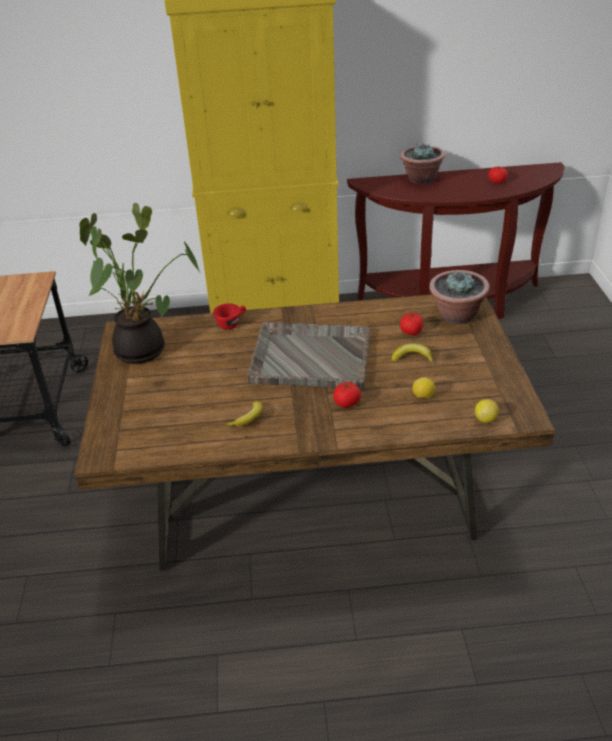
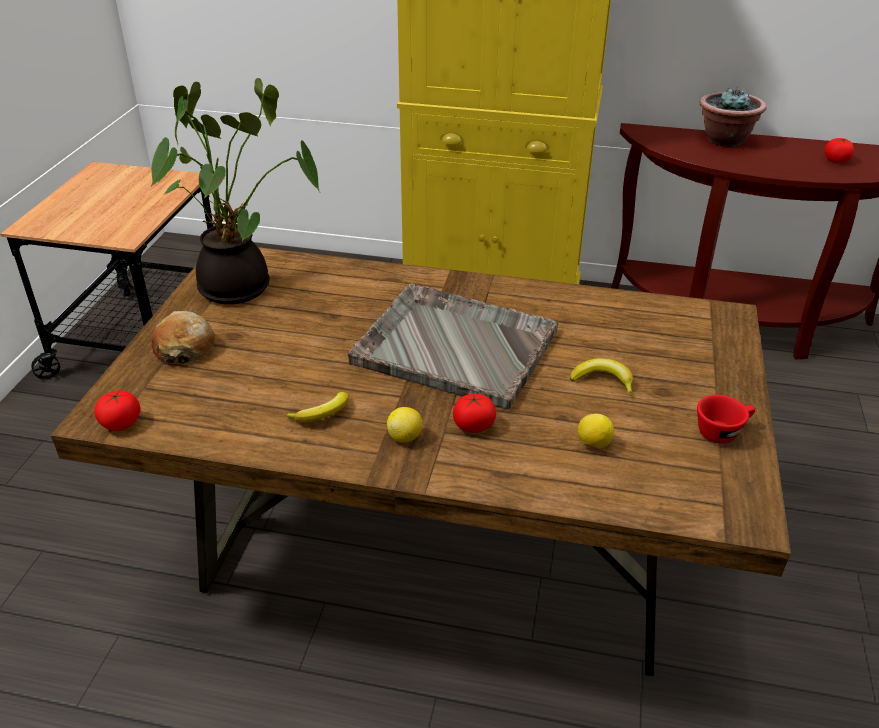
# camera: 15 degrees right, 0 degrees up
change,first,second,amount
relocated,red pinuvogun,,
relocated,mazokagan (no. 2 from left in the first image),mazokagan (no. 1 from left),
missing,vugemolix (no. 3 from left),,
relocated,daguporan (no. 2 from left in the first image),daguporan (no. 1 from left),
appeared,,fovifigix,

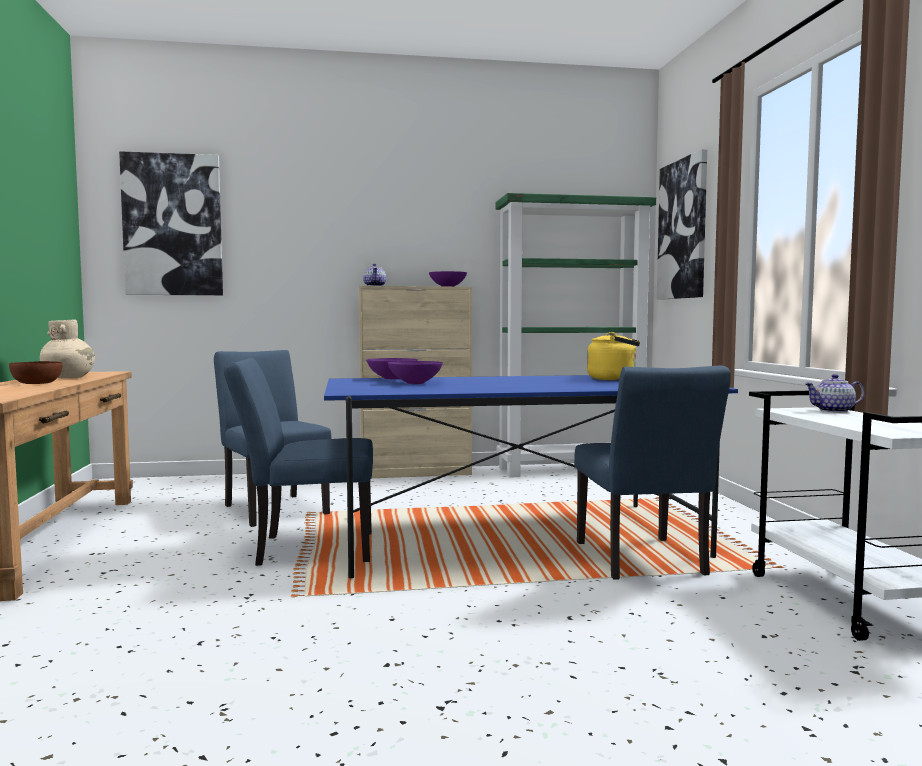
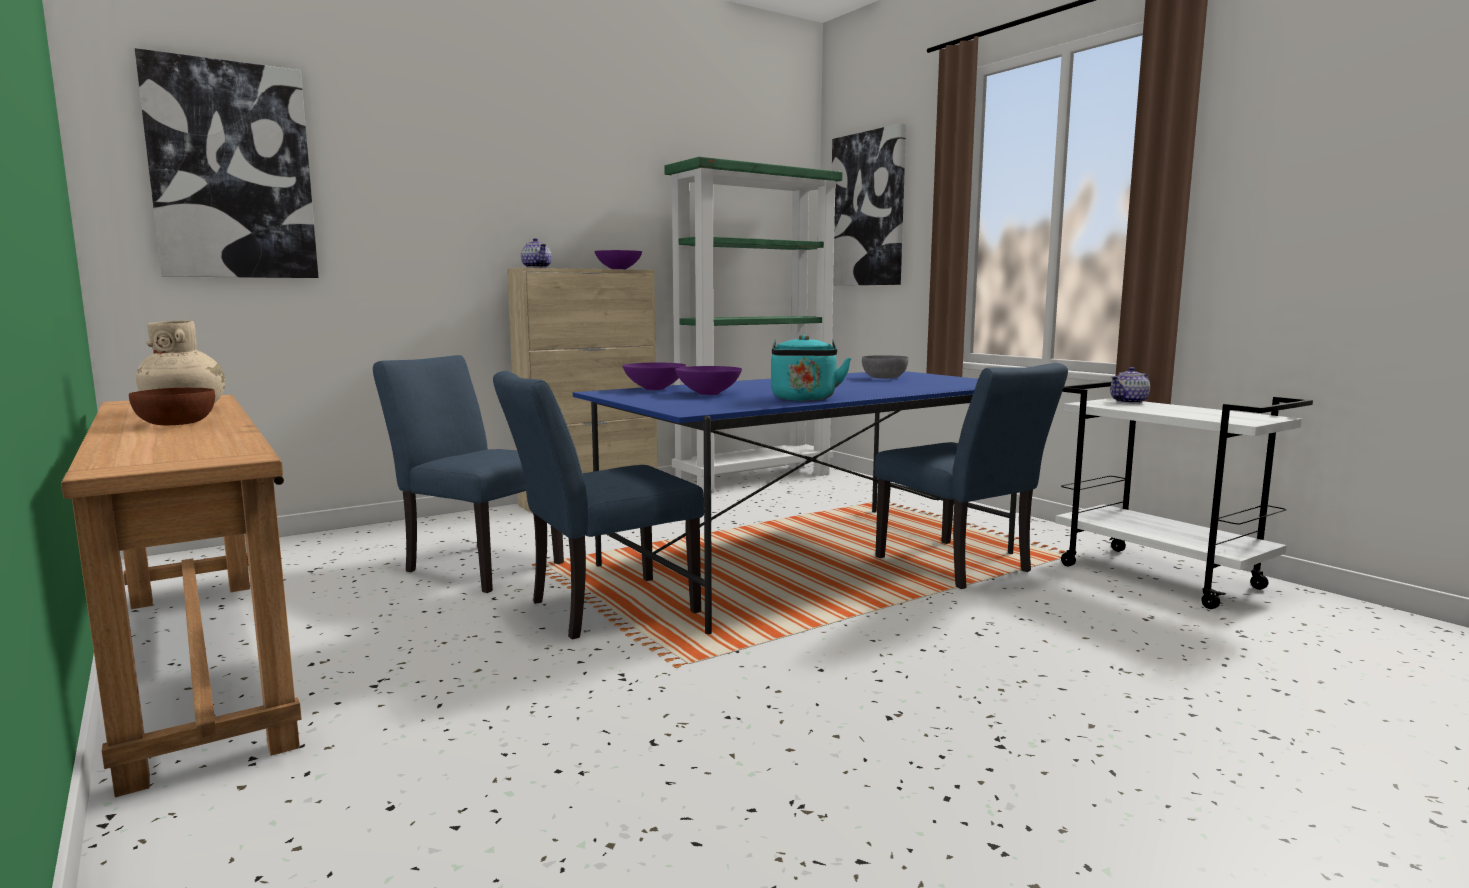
# camera: 25 degrees left, 5 degrees up
change,first,second,amount
exchanged,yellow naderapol,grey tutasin,
appeared,,turquoise naderapol,

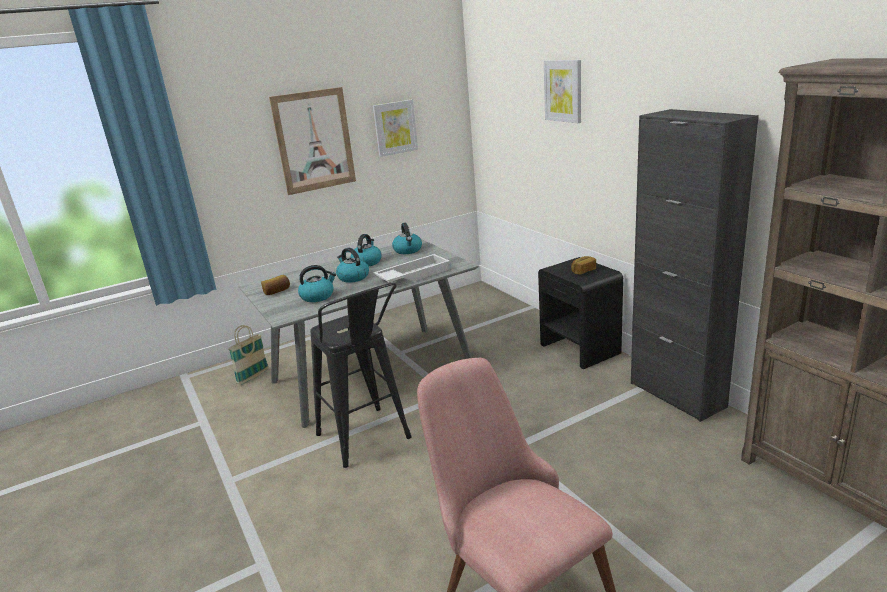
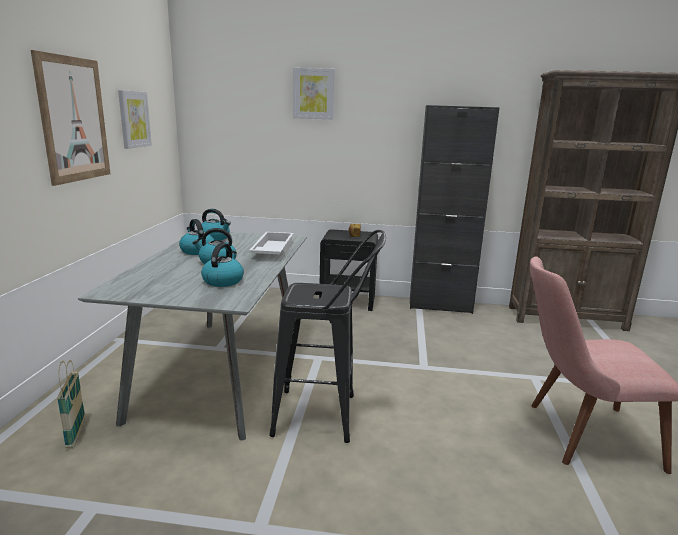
# camera: 55 degrees left, 5 degrees down
change,first,second,amount
missing,fovifigix (no. 1 from left),,

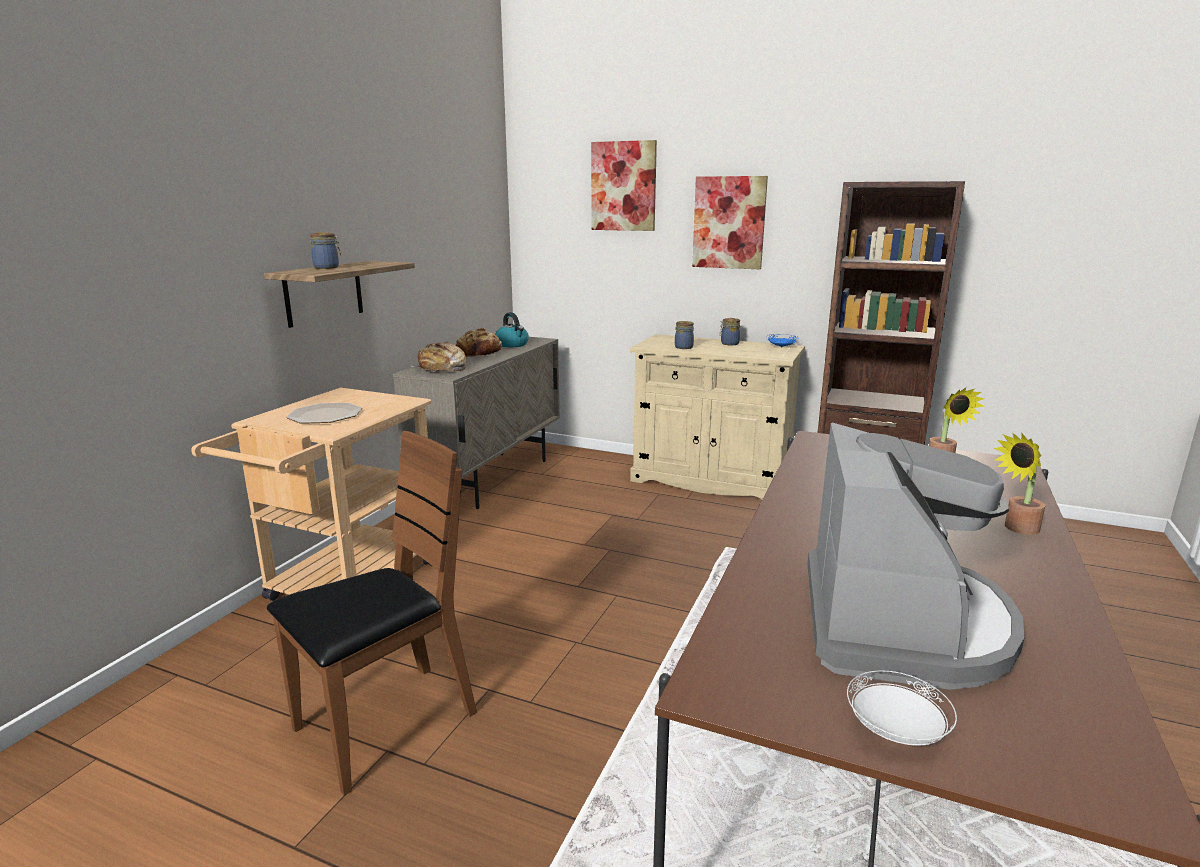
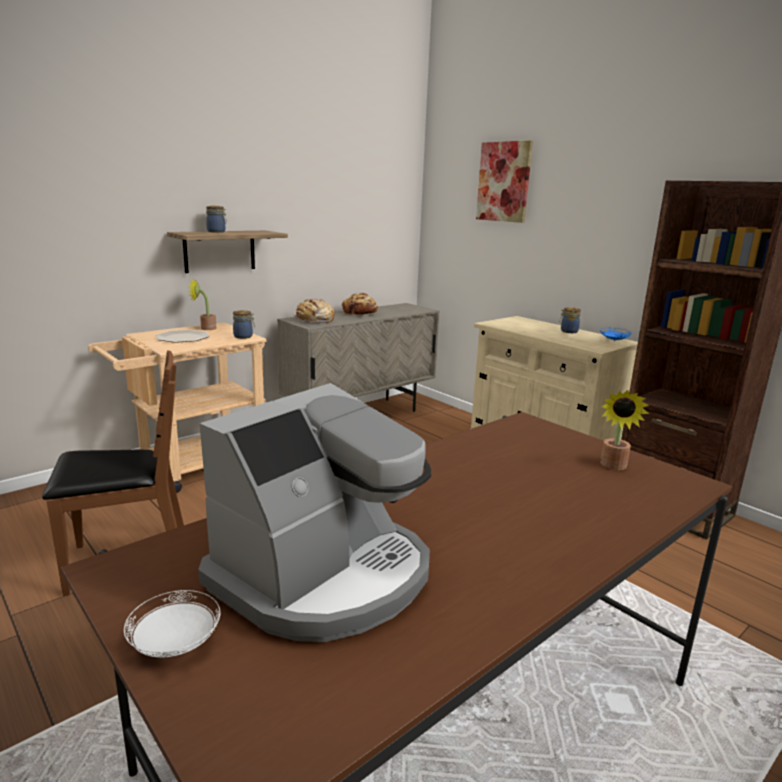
# camera: 25 degrees right, 0 degrees up
change,first,second,amount
missing,naderapol,,
relocated,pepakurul (no. 2 from left),,
missing,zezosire (no. 2 from left),,
relocated,vugemolix (no. 2 from left in the first image),vugemolix (no. 1 from left),

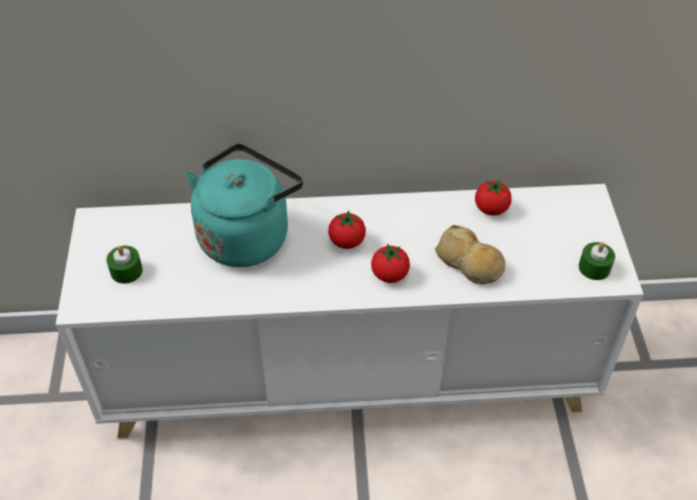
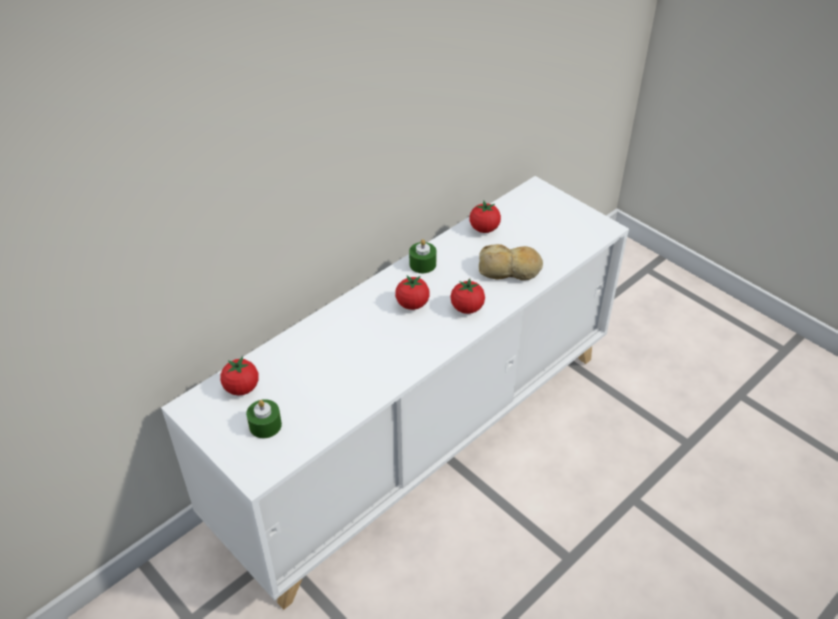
# camera: 40 degrees left, 5 degrees down
change,first,second,amount
missing,turquoise naderapol,,
relocated,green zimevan (no. 2 from left),,
appeared,,mazokagan (no. 1 from left),

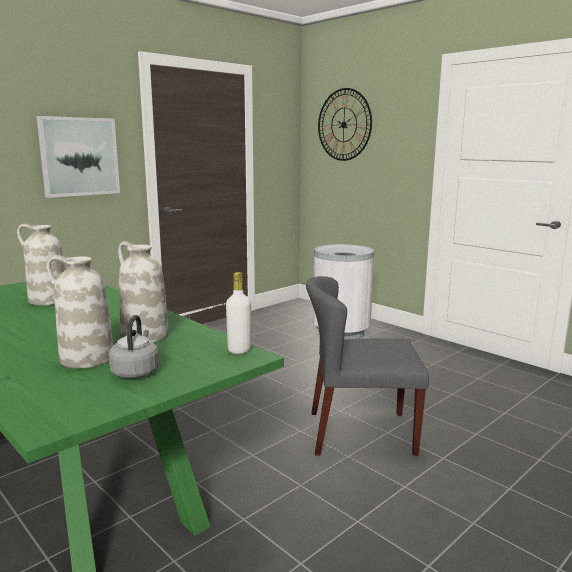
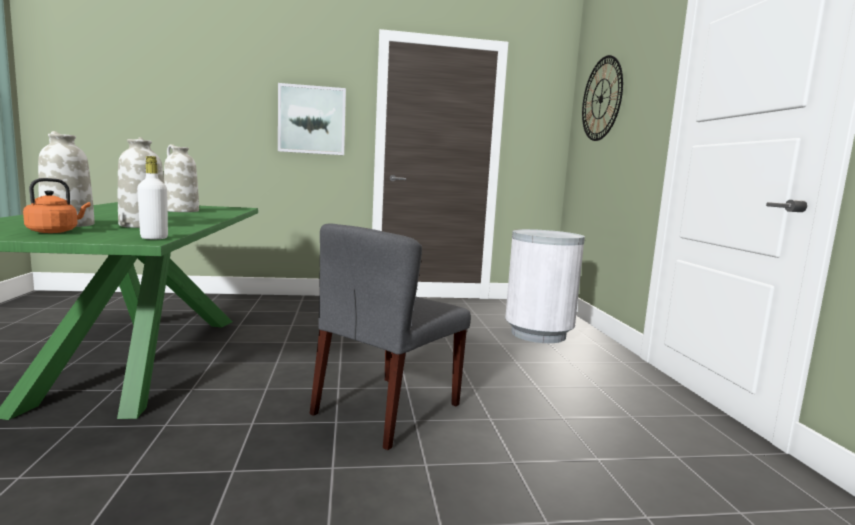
# camera: 35 degrees right, 5 degrees down
change,first,second,amount
colour,grey naderapol,orange naderapol,
spun,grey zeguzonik,,90 degrees counterclockwise

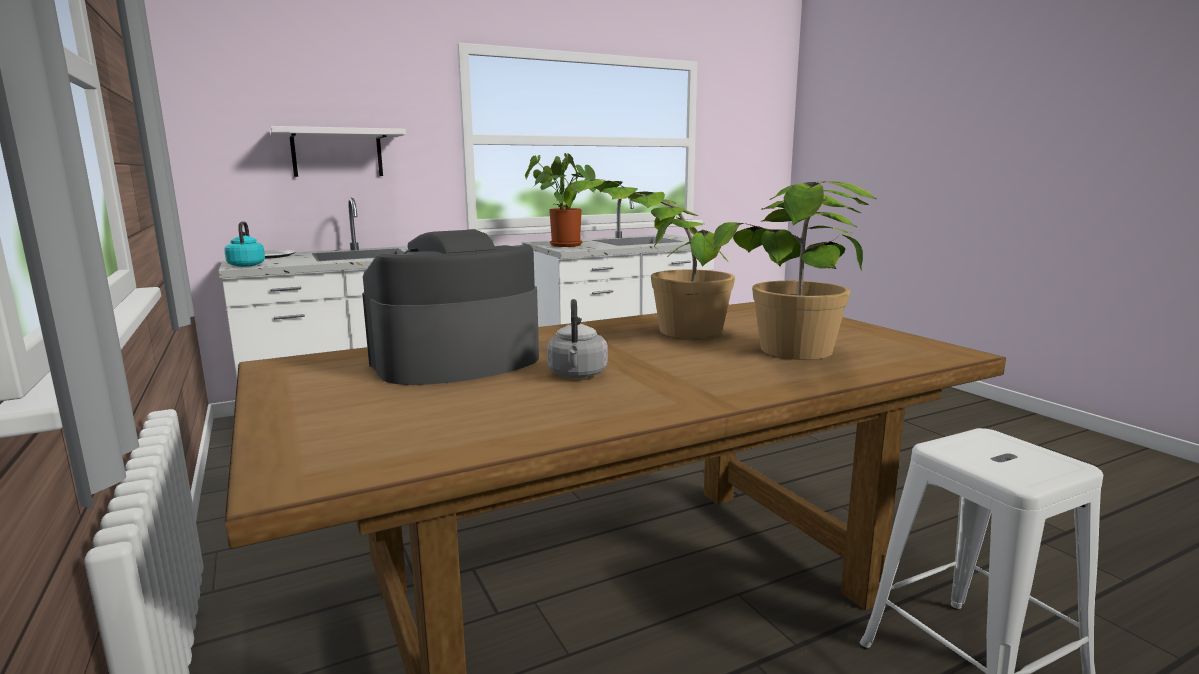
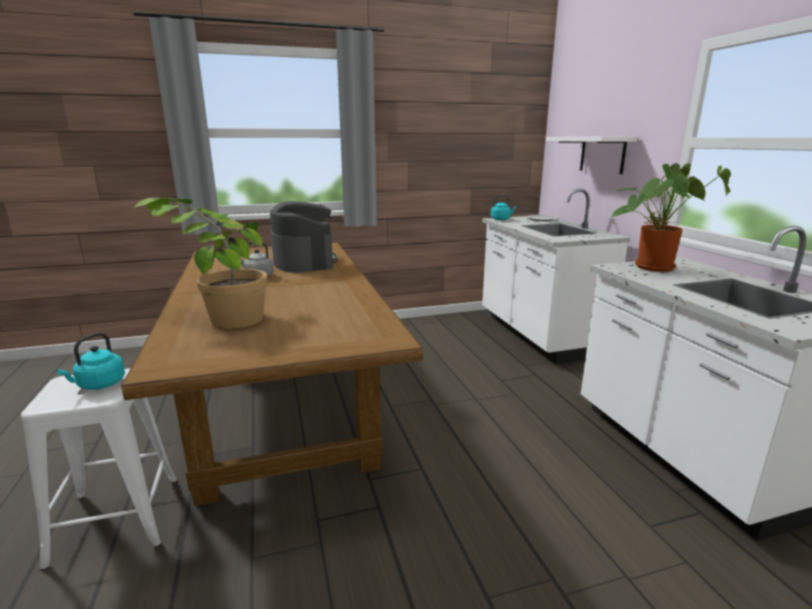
# camera: 100 degrees right, 5 degrees up
change,first,second,amount
missing,vugemolix (no. 2 from left),,
appeared,,turquoise naderapol (no. 1 from left),

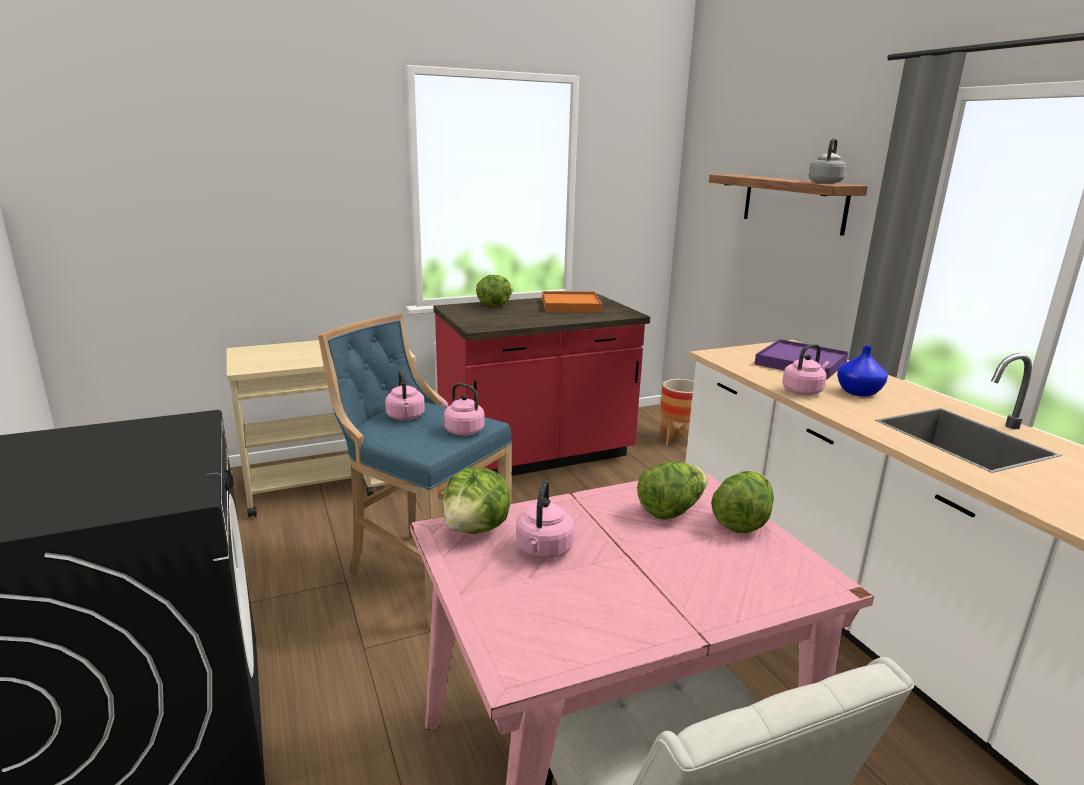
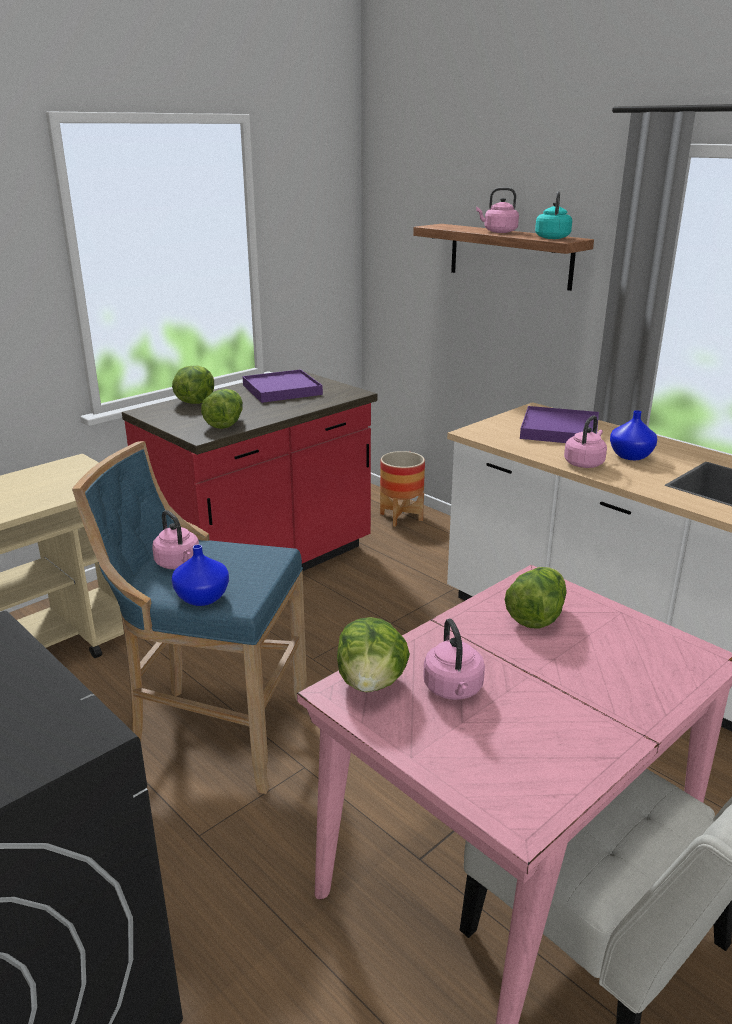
# camera: 20 degrees left, 5 degrees up
change,first,second,amount
relocated,pink naderapol (no. 2 from left in the first image),pink naderapol (no. 3 from left),
colour,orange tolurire,purple tolurire (no. 1 from left),
relocated,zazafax (no. 4 from left in the first image),zazafax (no. 2 from left),
colour,grey naderapol,turquoise naderapol,
appeared,,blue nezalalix (no. 1 from left),

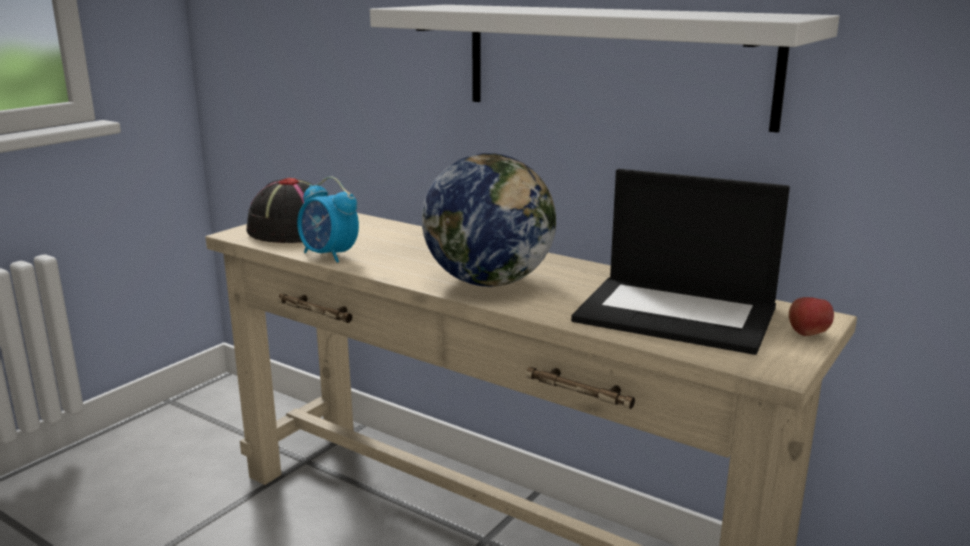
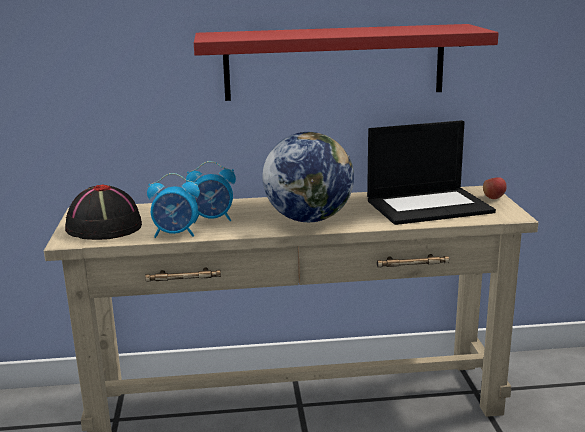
# camera: 40 degrees left, 0 degrees up
change,first,second,amount
colour,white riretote,red riretote,
appeared,,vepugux (no. 2 from left),

